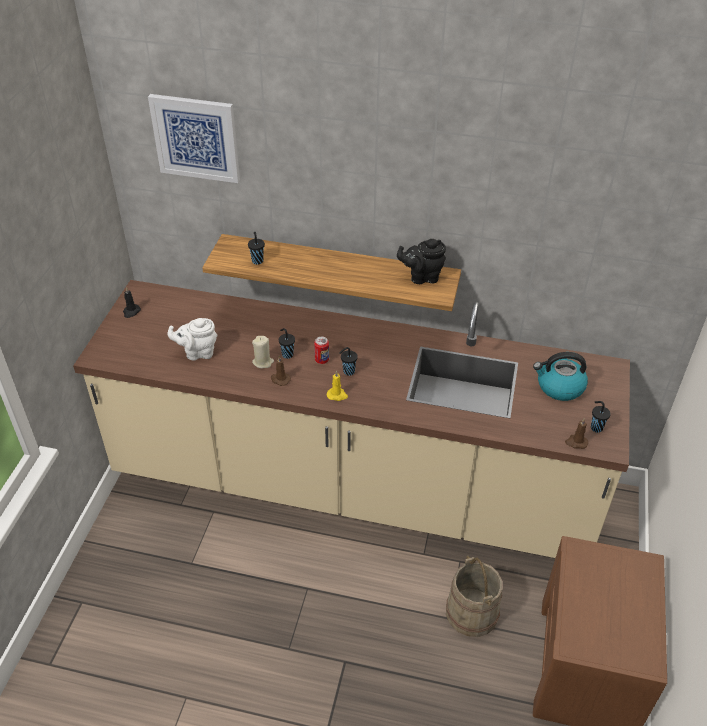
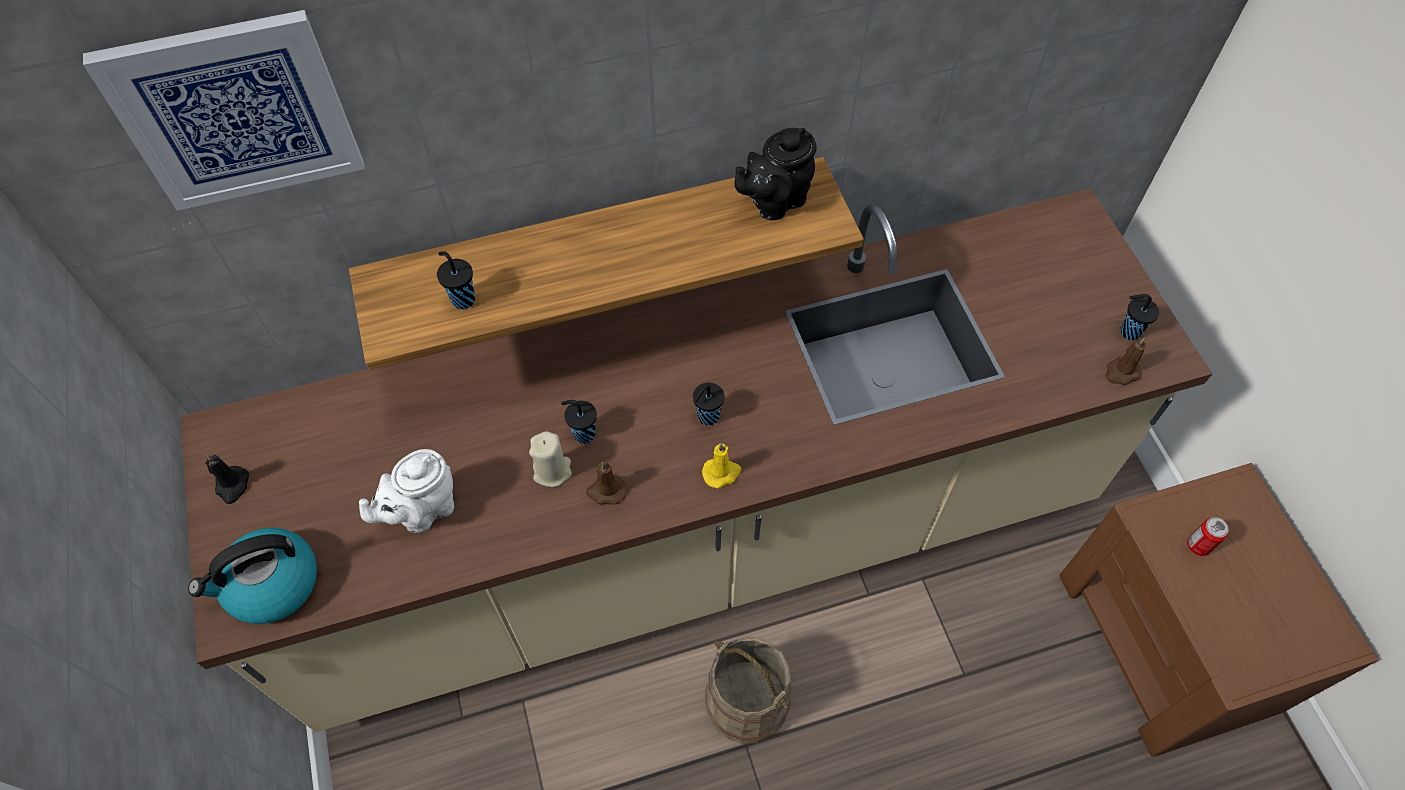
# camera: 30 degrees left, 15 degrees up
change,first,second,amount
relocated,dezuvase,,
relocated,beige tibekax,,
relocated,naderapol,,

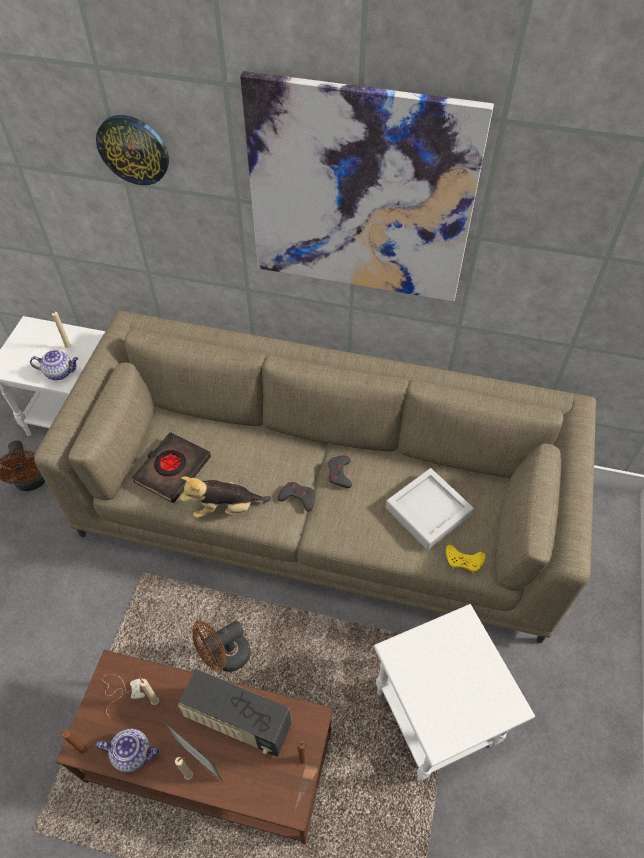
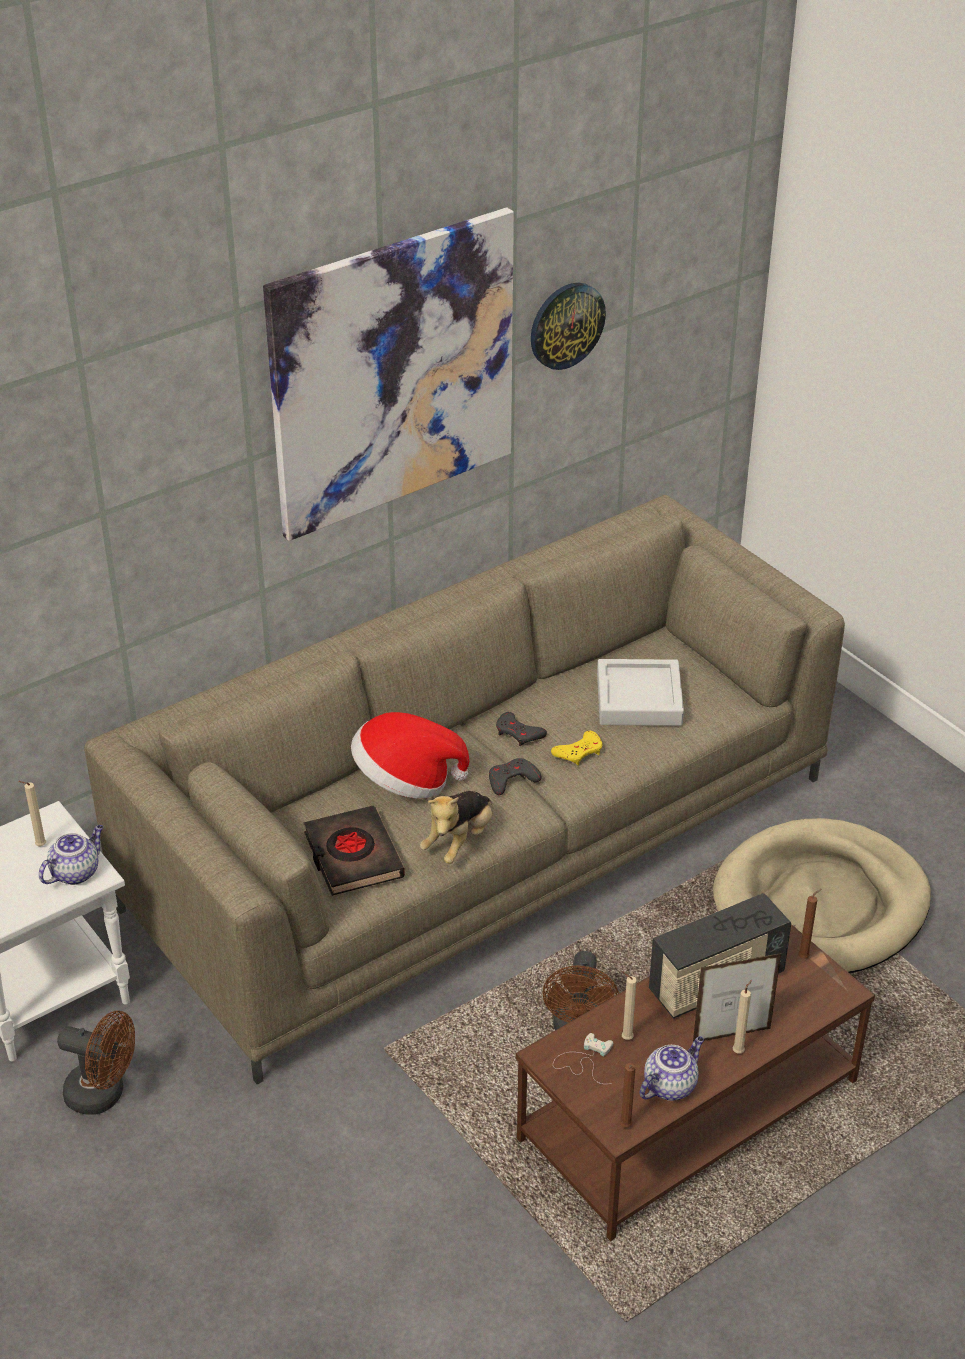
# camera: 50 degrees left, 15 degrees down
change,first,second,amount
relocated,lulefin,,
exchanged,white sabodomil (no. 2 from left),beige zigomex,
relocated,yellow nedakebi,,
appeared,,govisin,

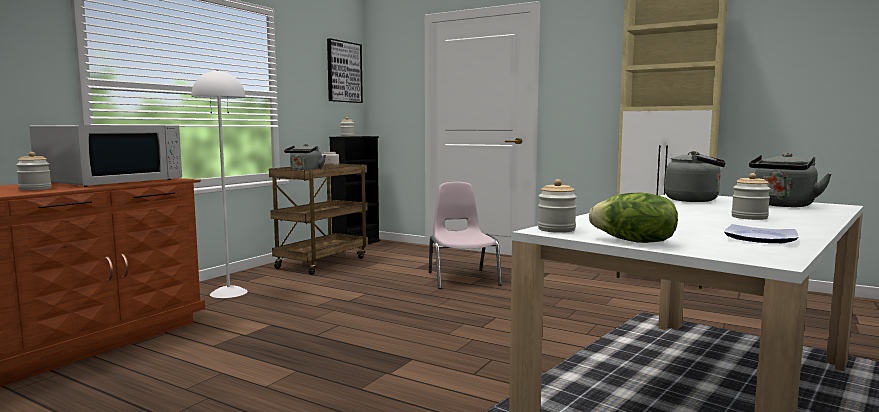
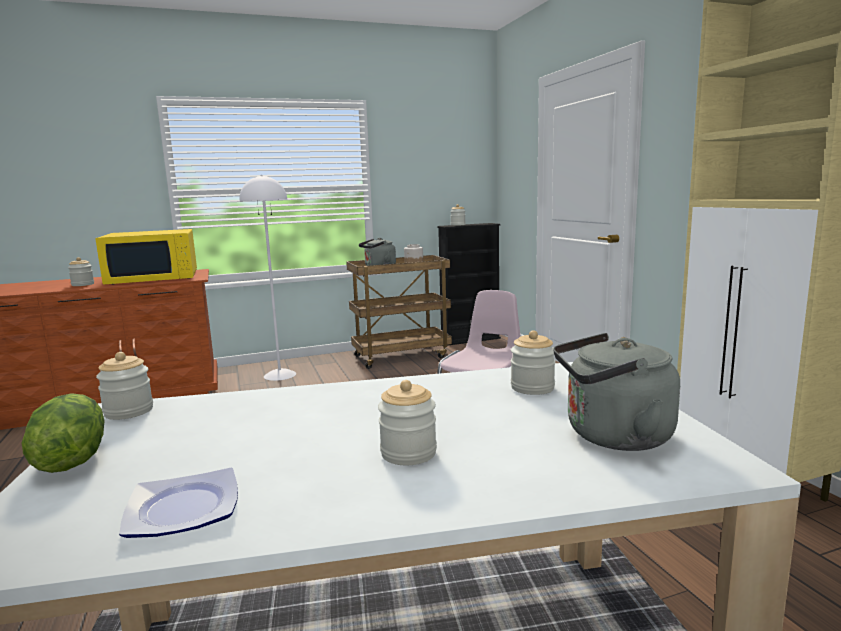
# camera: 40 degrees right, 5 degrees up
change,first,second,amount
colour,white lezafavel,yellow lezafavel,
missing,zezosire,,
exchanged,grey naderapol (no. 2 from left),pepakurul (no. 6 from left),

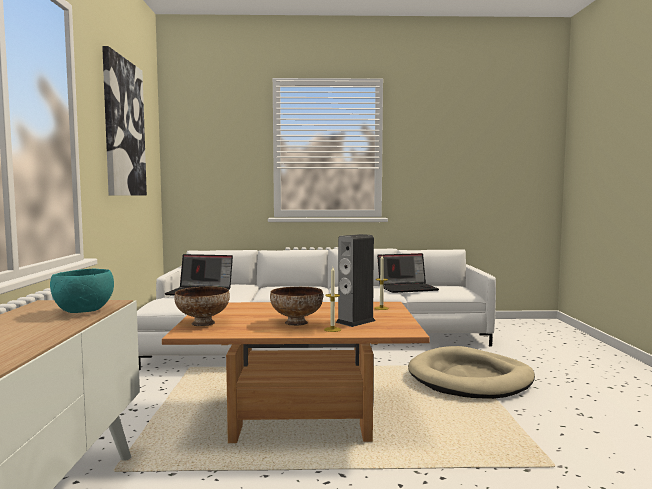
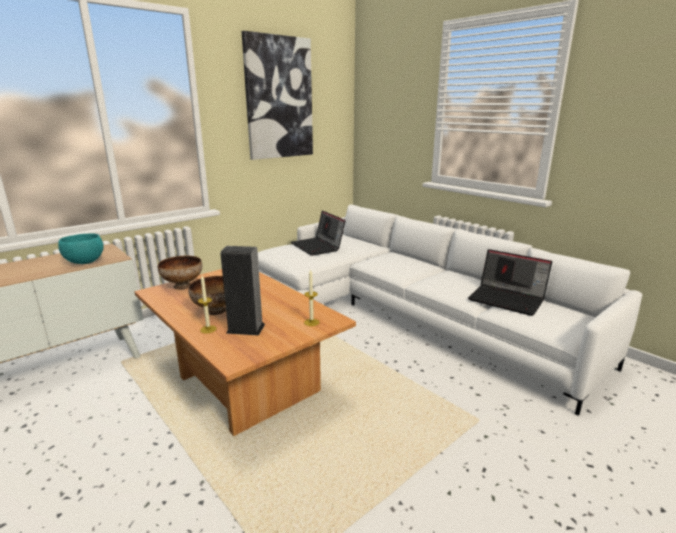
# camera: 50 degrees right, 15 degrees up
change,first,second,amount
missing,beige zigomex,,

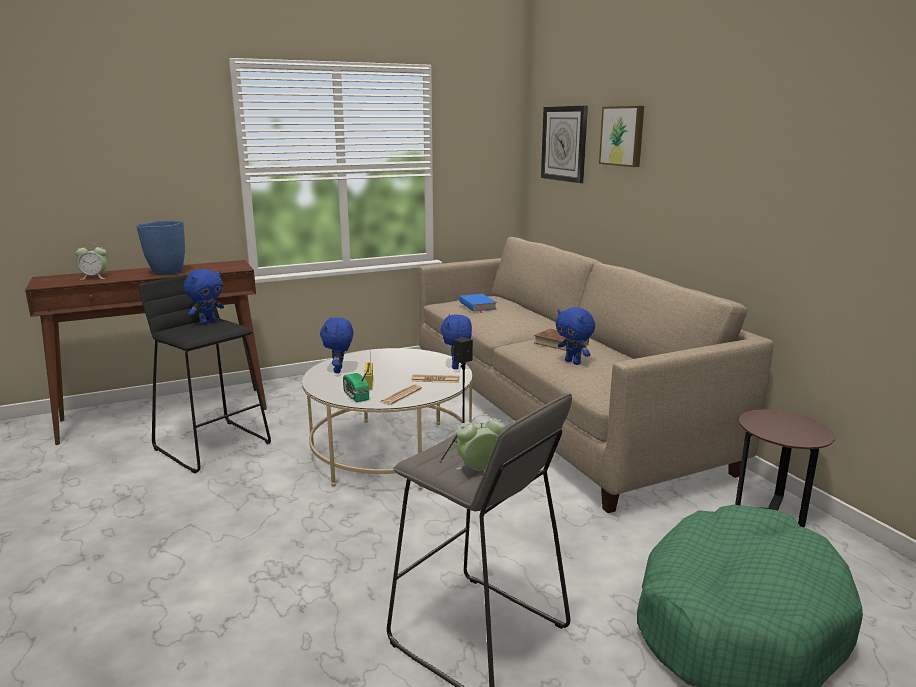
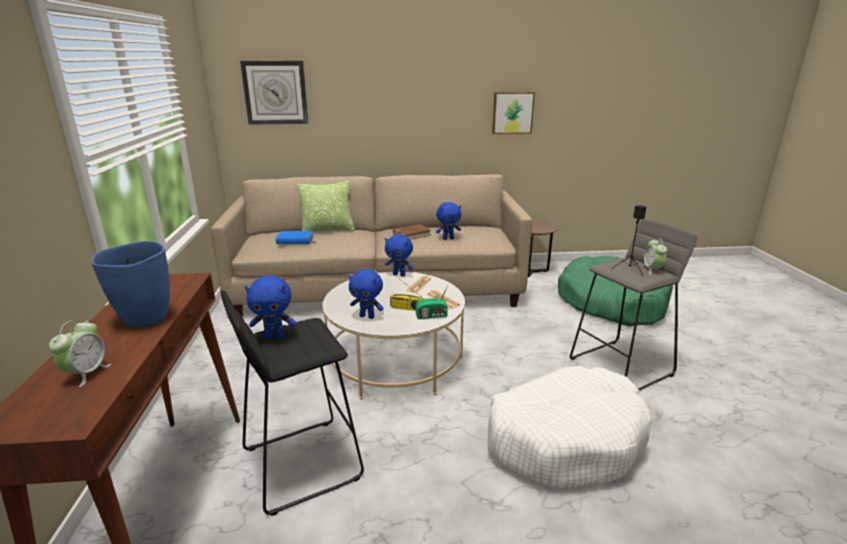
# camera: 70 degrees left, 5 degrees up
change,first,second,amount
spun,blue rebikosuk (no. 1 from left),,120 degrees clockwise
relocated,zezosire,,
appeared,,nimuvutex,
appeared,,white zigomex,

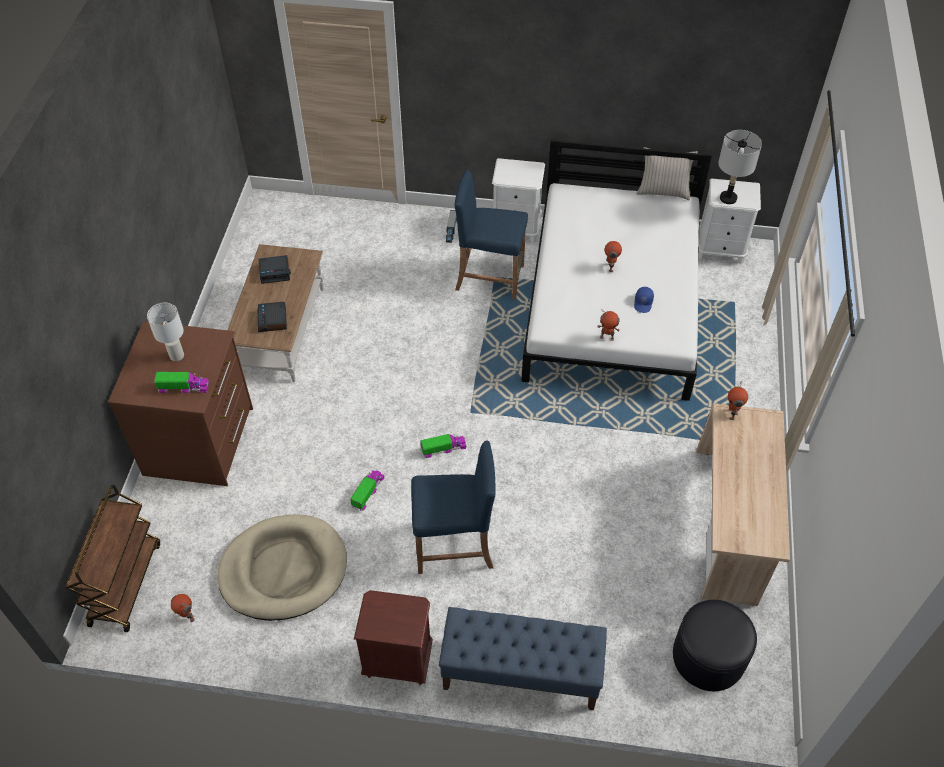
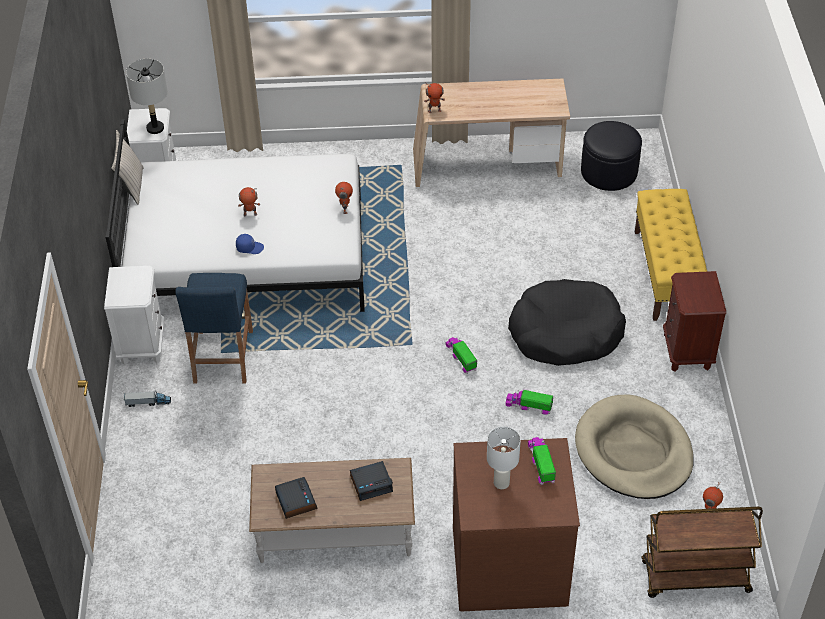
# camera: 100 degrees left, 5 degrees down
change,first,second,amount
exchanged,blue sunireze (no. 1 from left),black zigomex,
colour,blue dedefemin,yellow dedefemin,
relocated,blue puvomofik,,

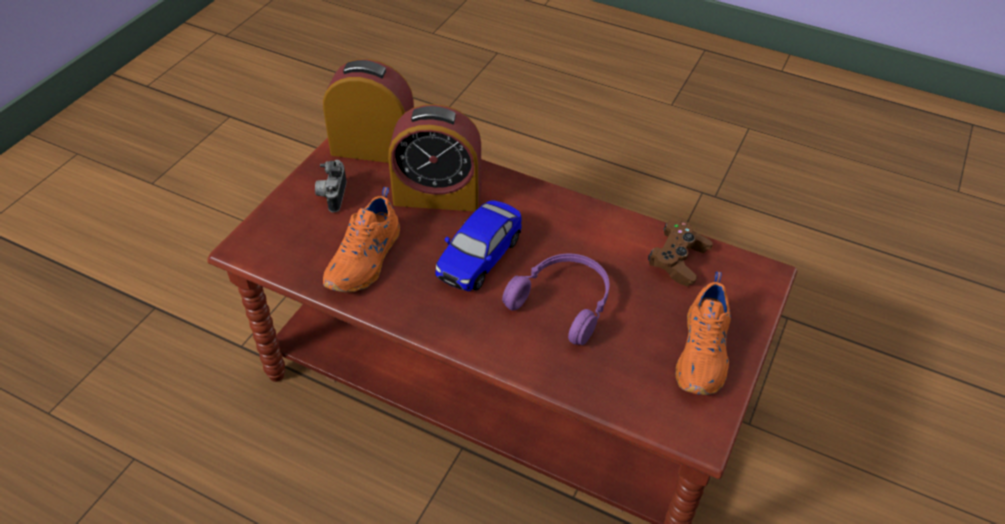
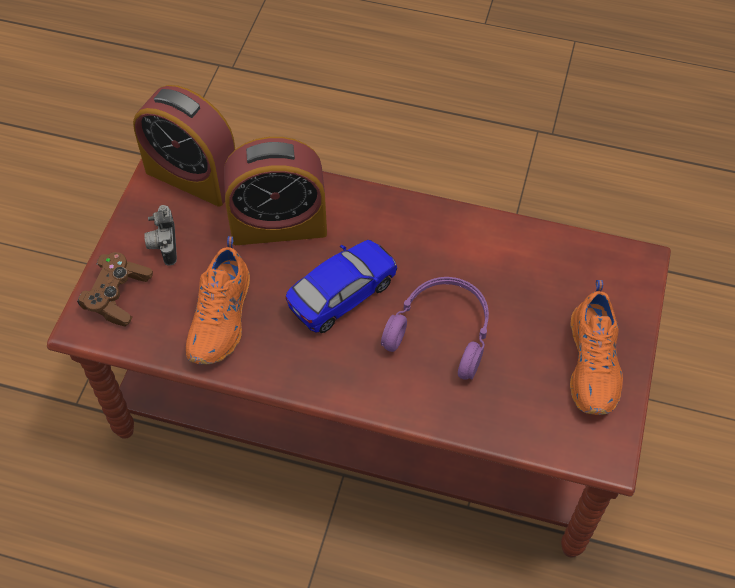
# camera: 10 degrees left, 10 degrees up
change,first,second,amount
spun,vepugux (no. 1 from left),,150 degrees counterclockwise
spun,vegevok,,150 degrees counterclockwise
relocated,brown nedakebi,,

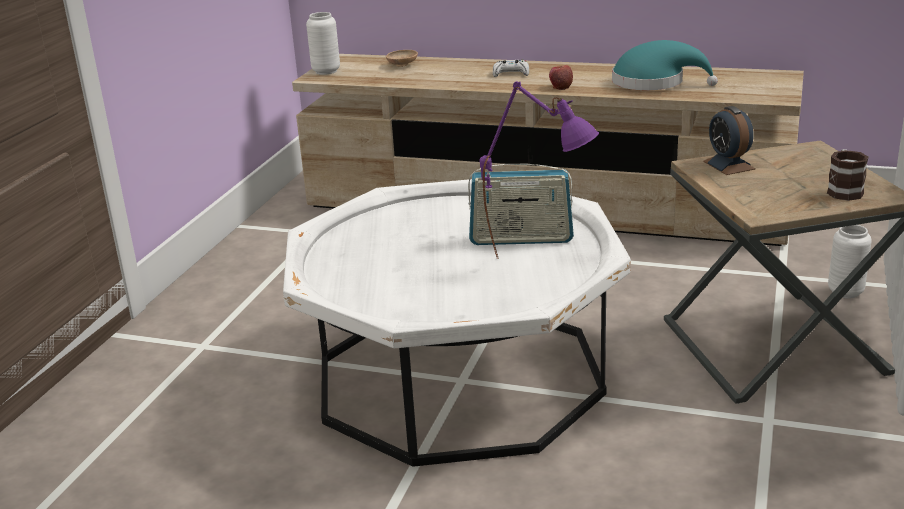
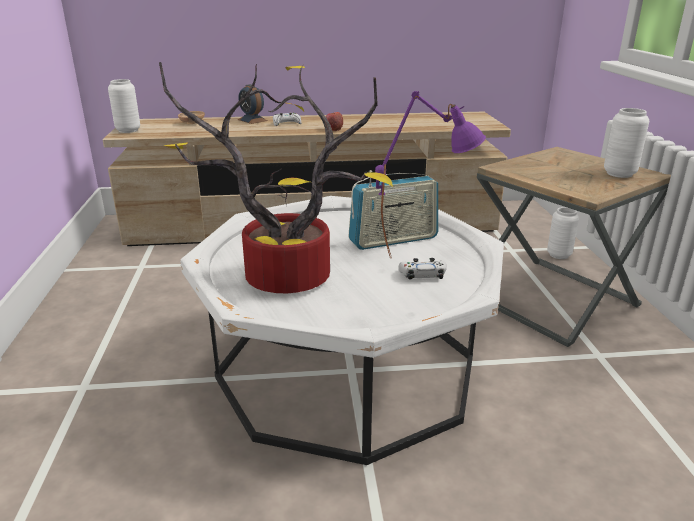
# camera: 25 degrees left, 0 degrees up
change,first,second,amount
missing,turquoise govisin,,
relocated,vepugux,,
exchanged,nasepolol,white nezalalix (no. 3 from left),
appeared,,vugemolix,
appeared,,white nedakebi (no. 2 from left),

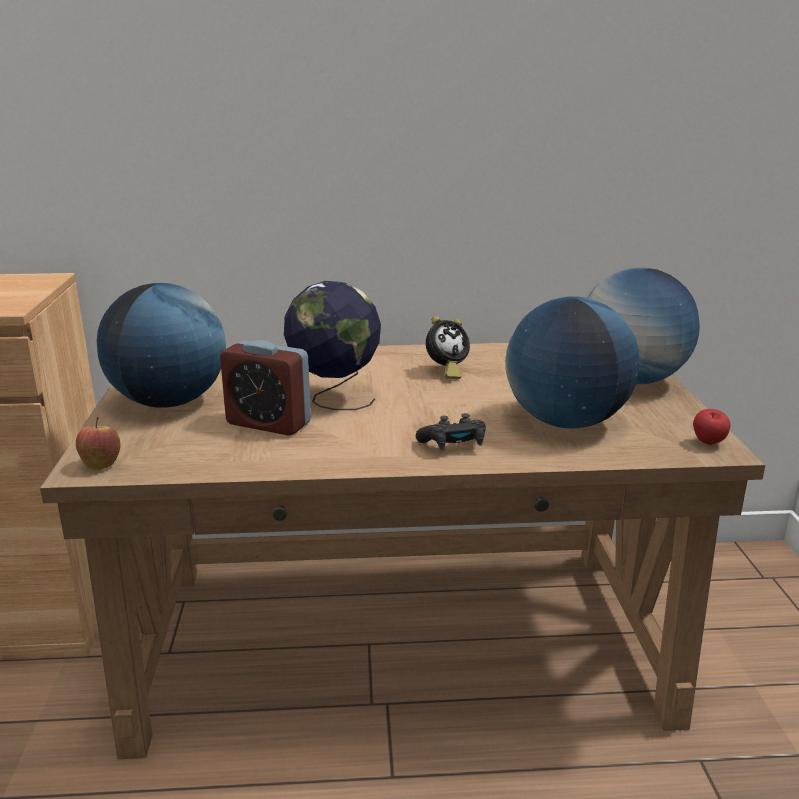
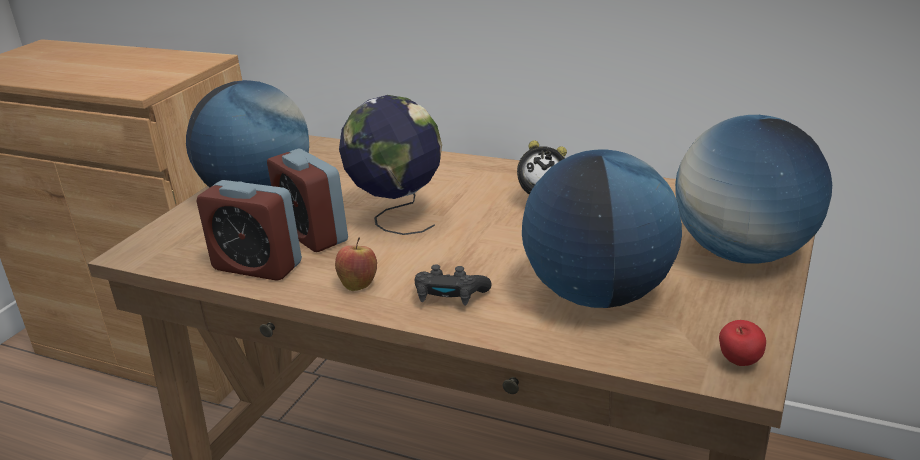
# camera: 30 degrees right, 5 degrees up
change,first,second,amount
relocated,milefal (no. 1 from left),,
appeared,,vepugux (no. 1 from left),

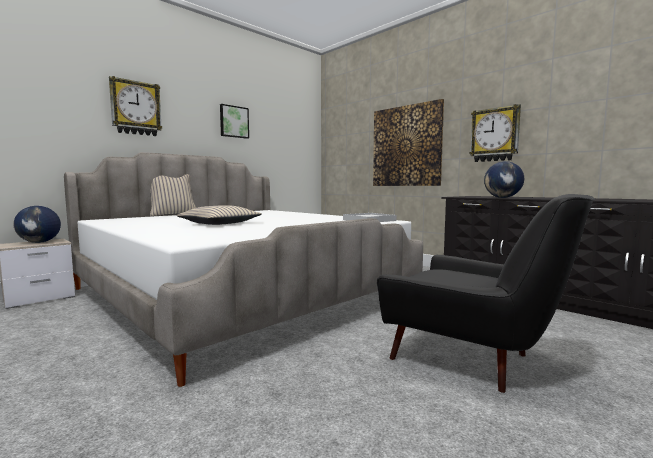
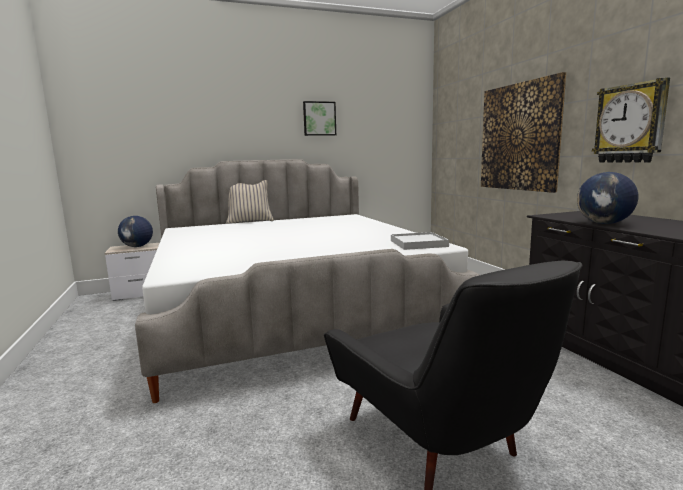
# camera: 25 degrees right, 5 degrees up
change,first,second,amount
missing,lulefin (no. 1 from left),,
missing,beige nimuvutex (no. 2 from left),,

